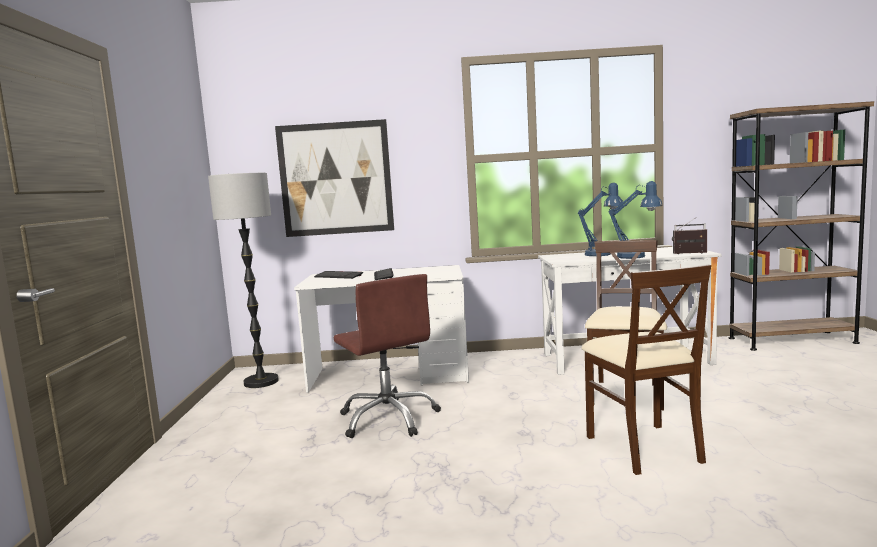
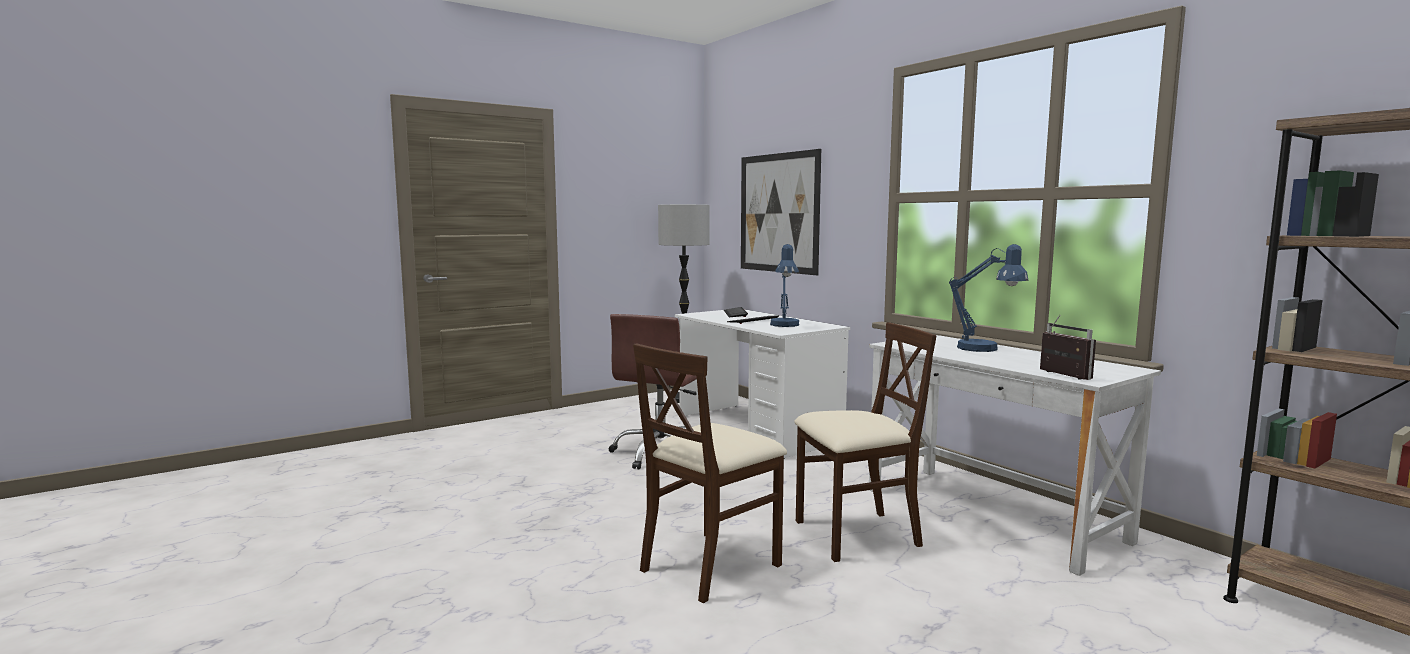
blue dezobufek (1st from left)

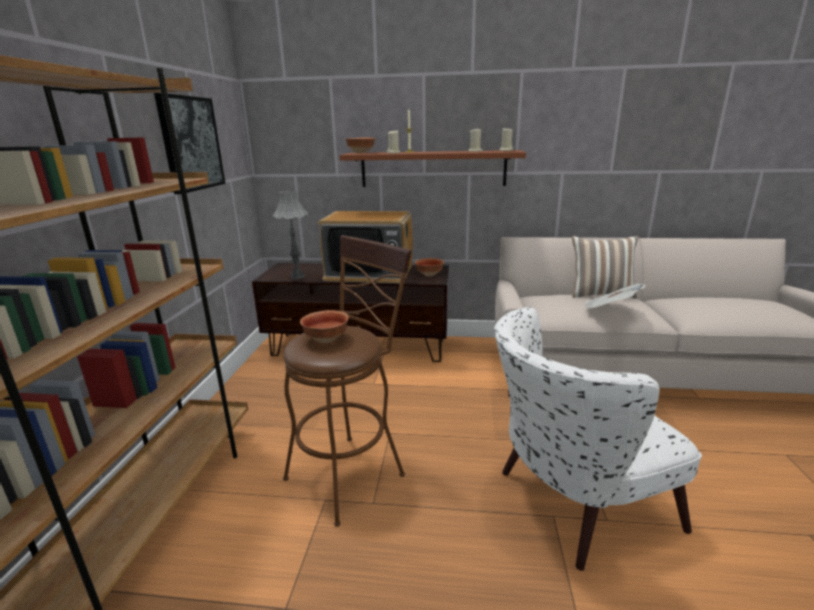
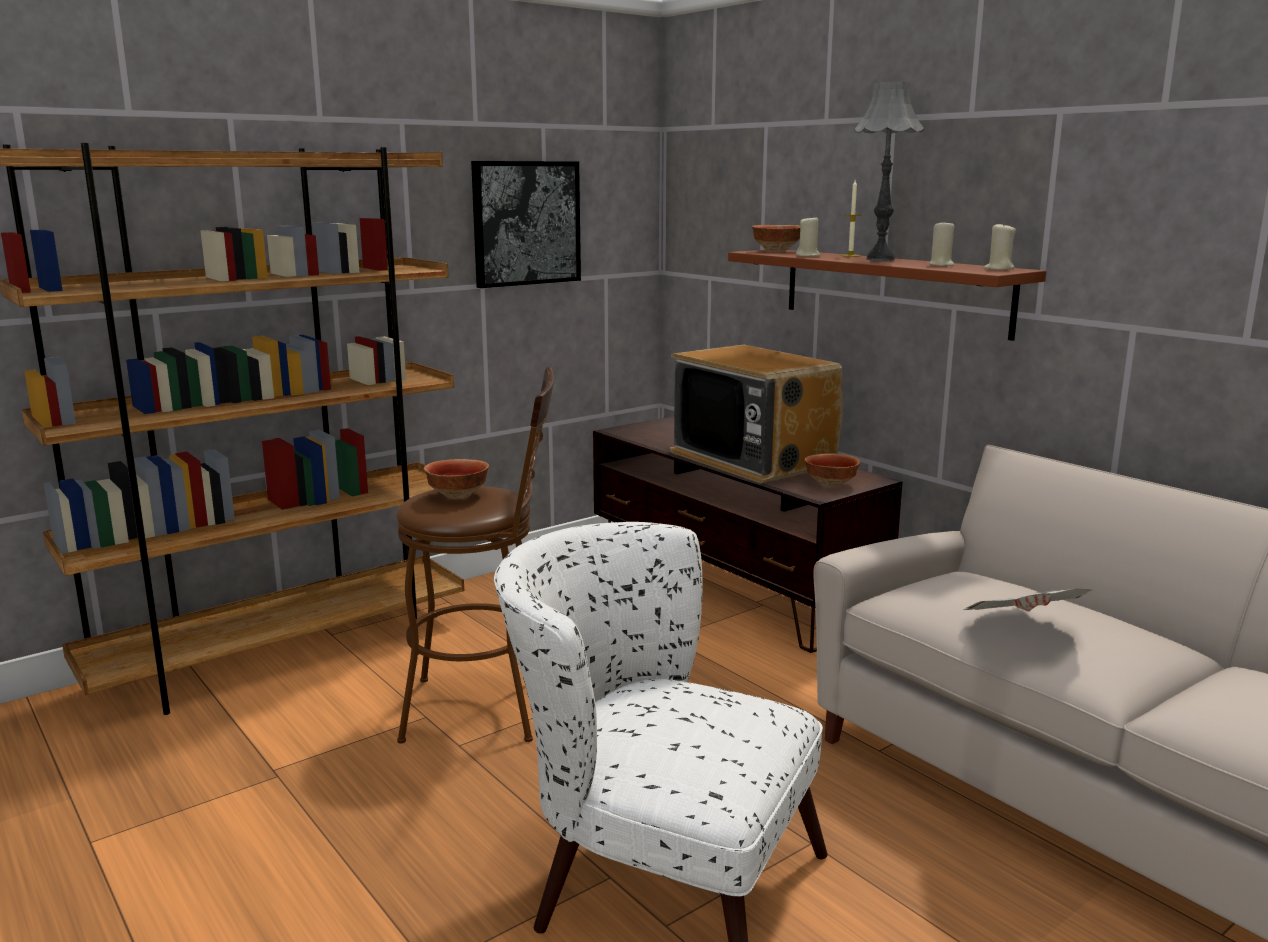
grey dezobufek; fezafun

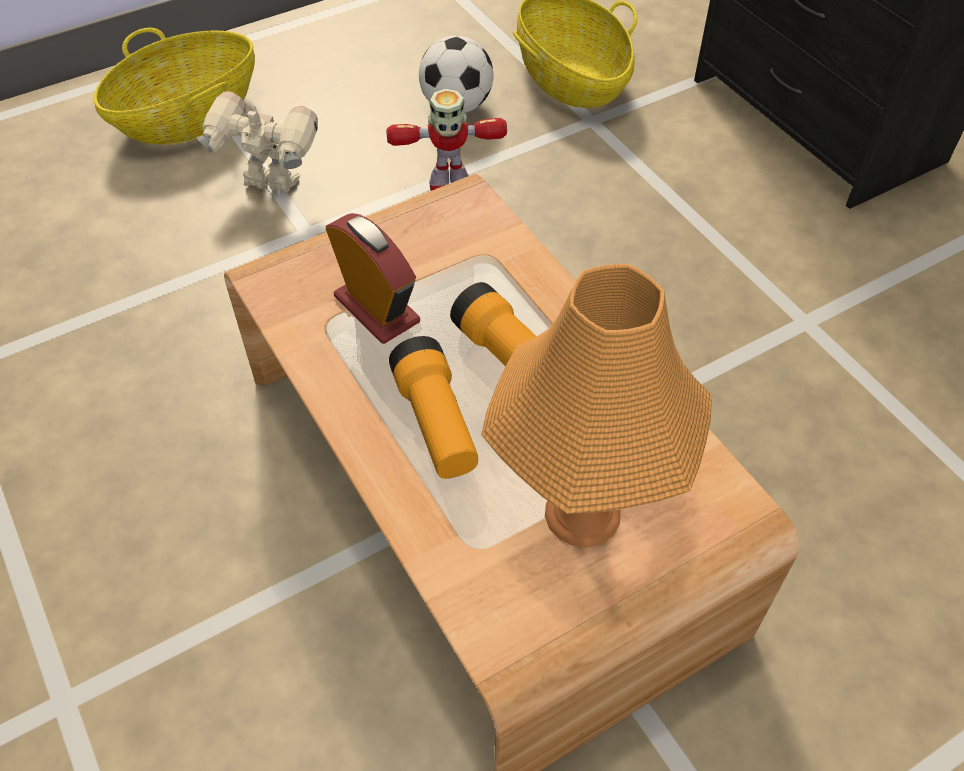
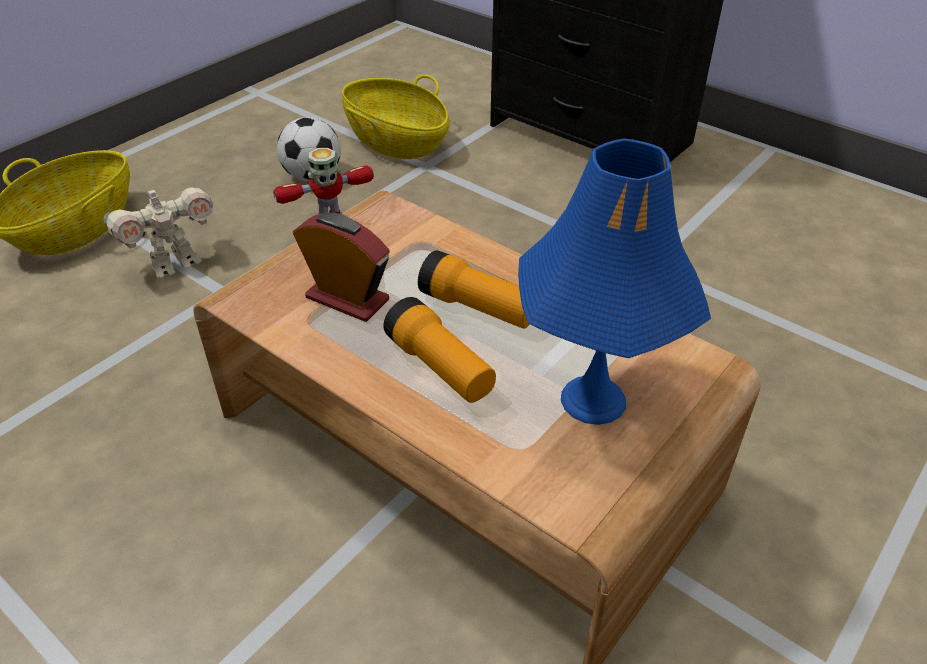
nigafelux (1st from left); blue dezobufek

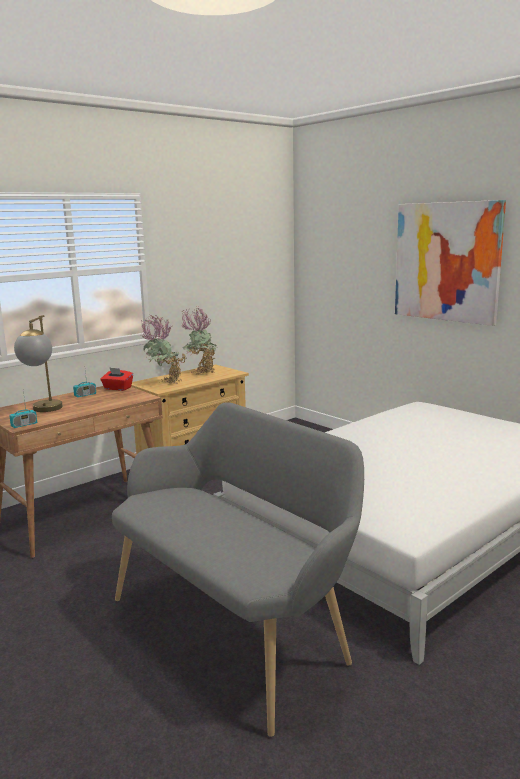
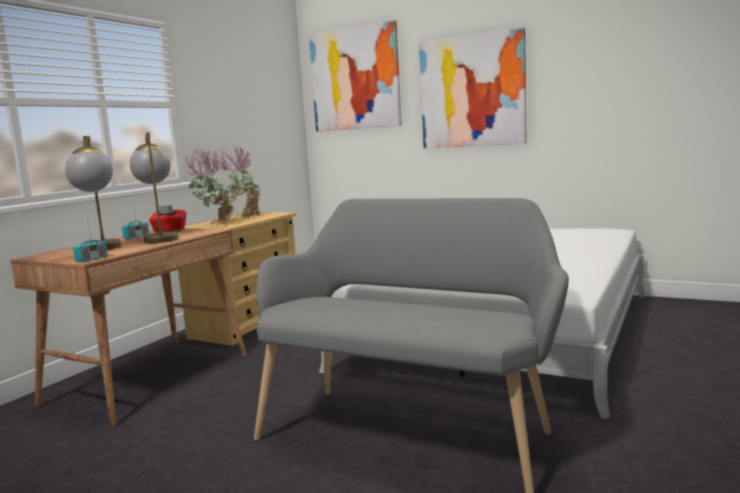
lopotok (1st from left); dezobufek (2nd from left)

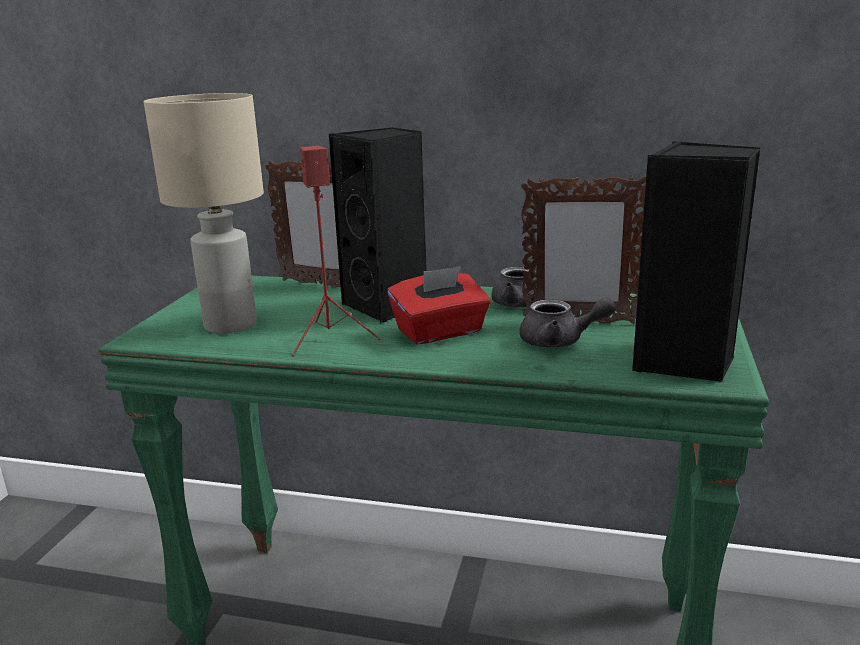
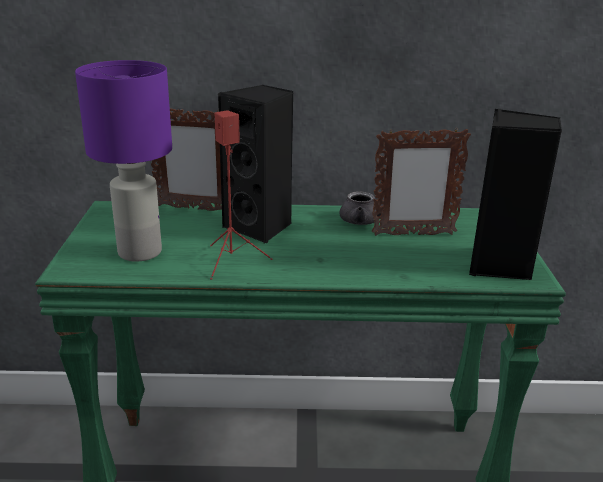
purple dezobufek; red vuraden; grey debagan (2nd from left in the first image)

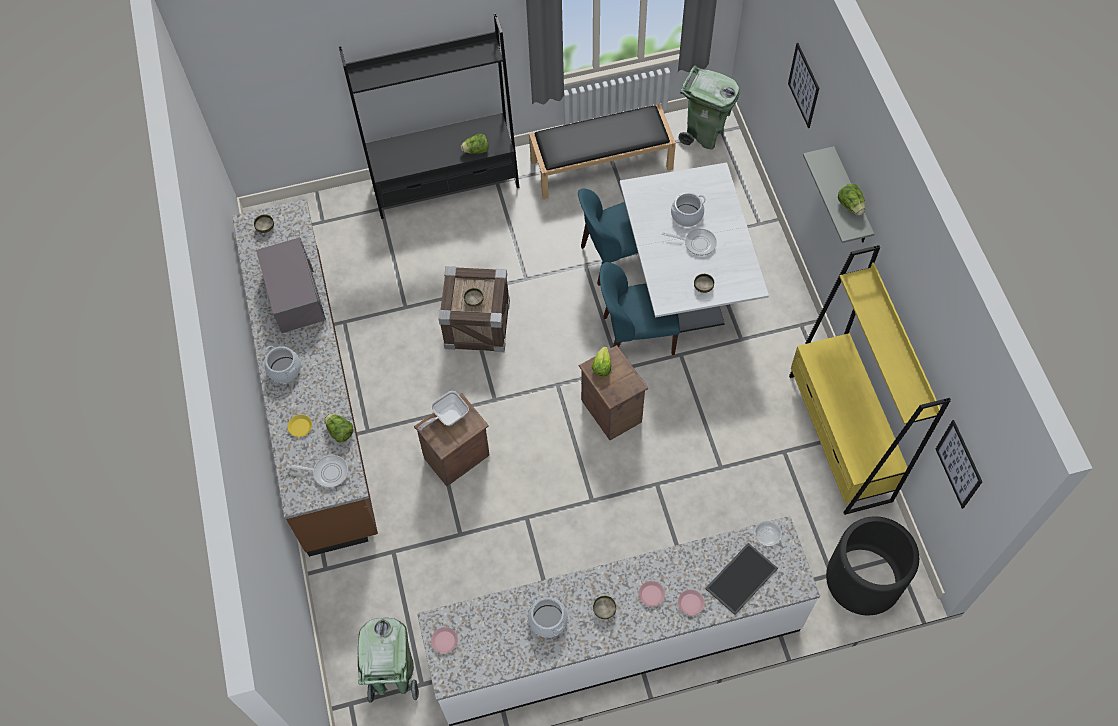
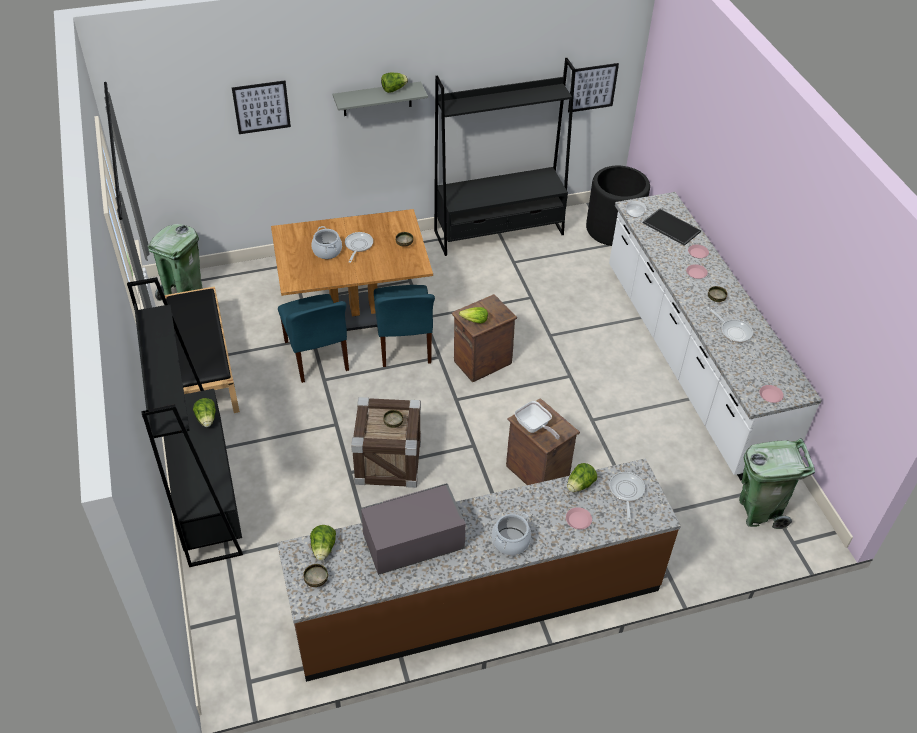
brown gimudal; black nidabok (2nd from left); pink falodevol (1st from left); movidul (4th from left); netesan (2nd from left)

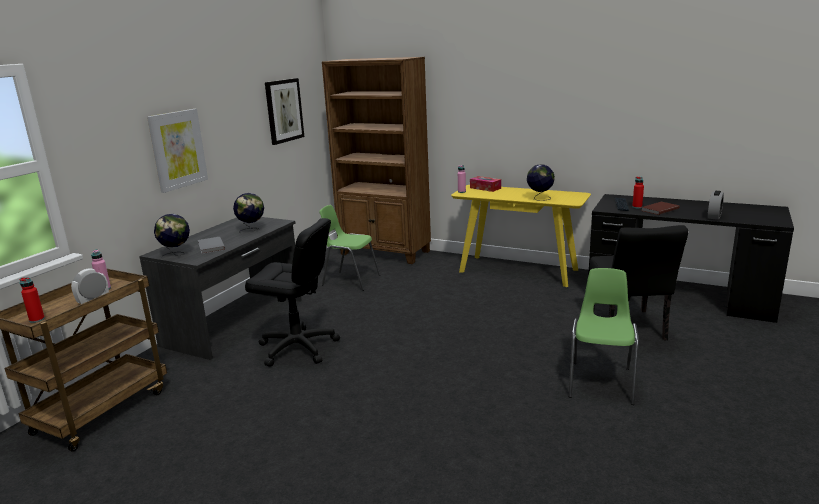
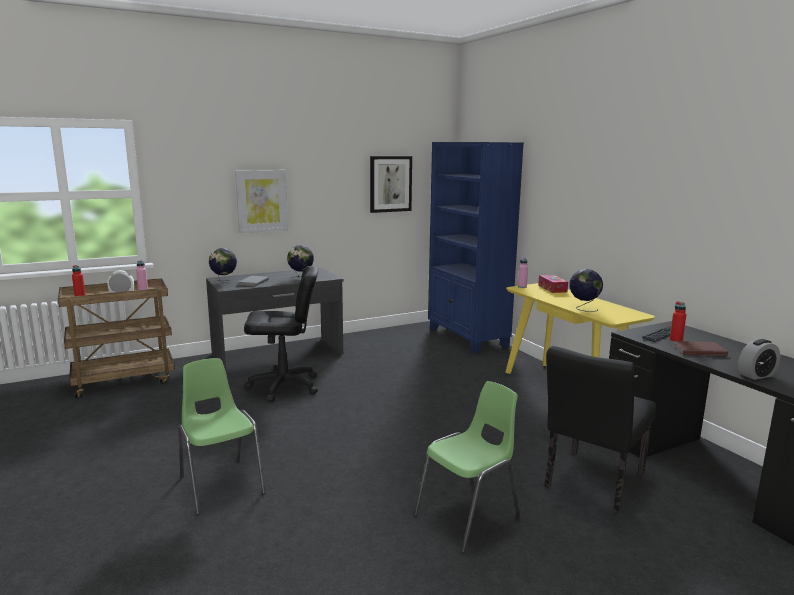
blue nidabok; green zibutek (1st from left); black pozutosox

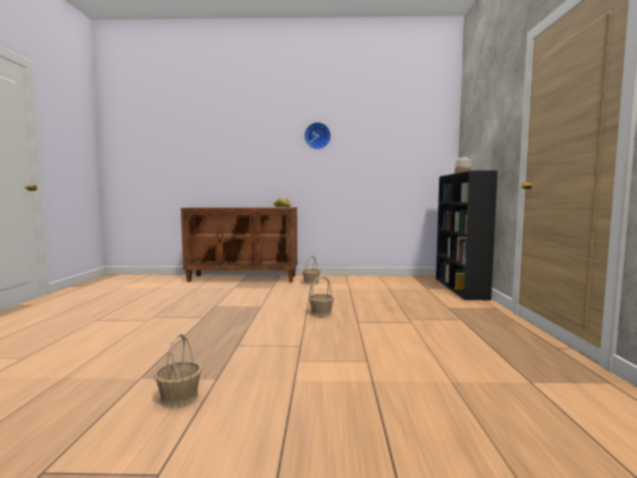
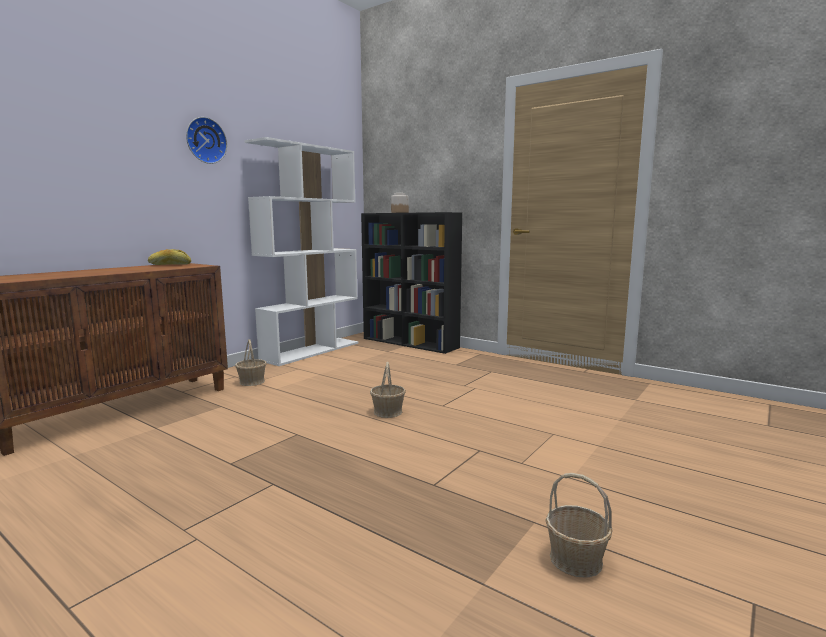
white nidabok

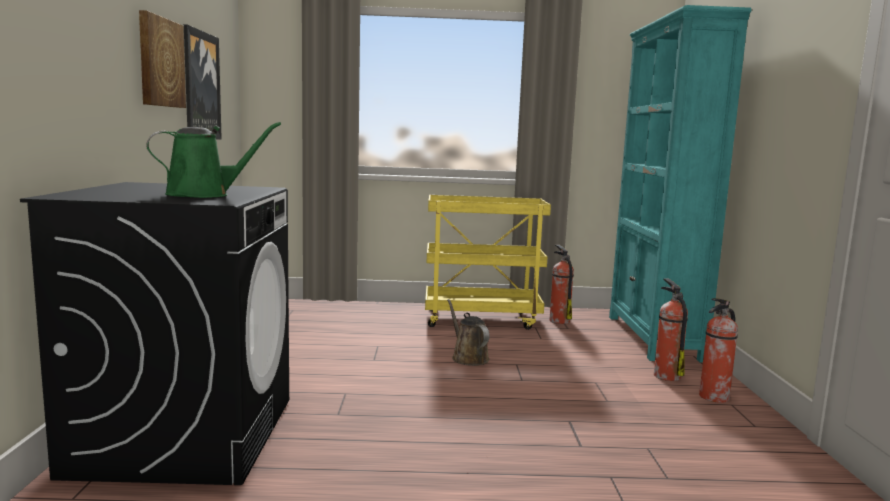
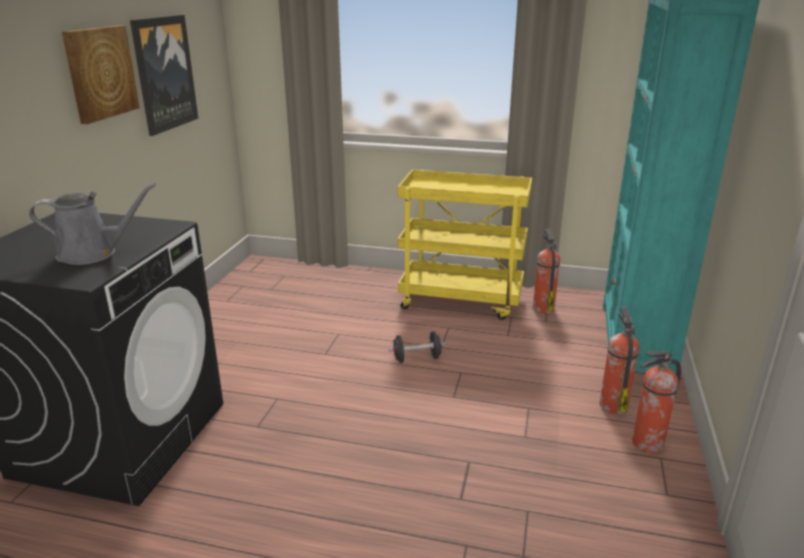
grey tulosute; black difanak

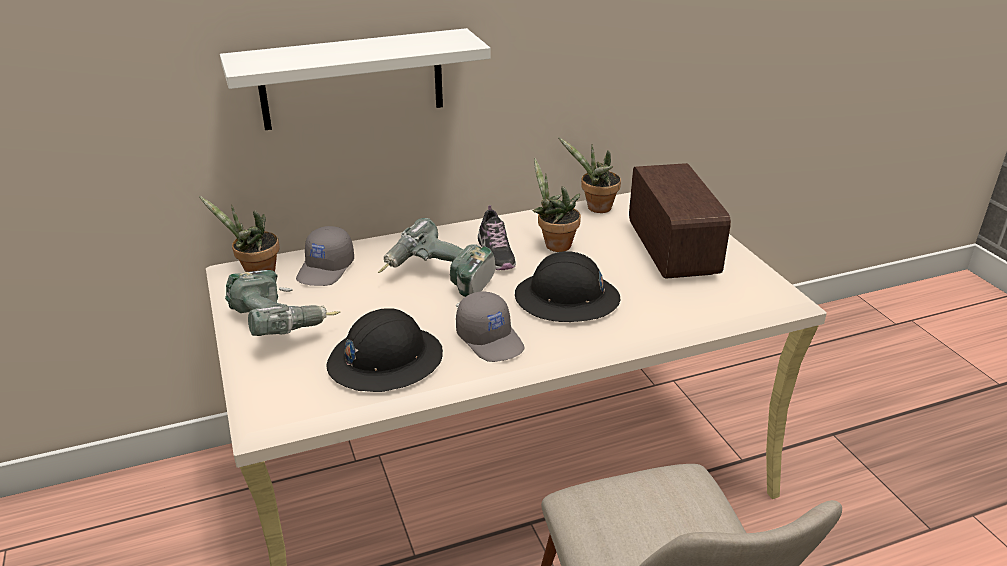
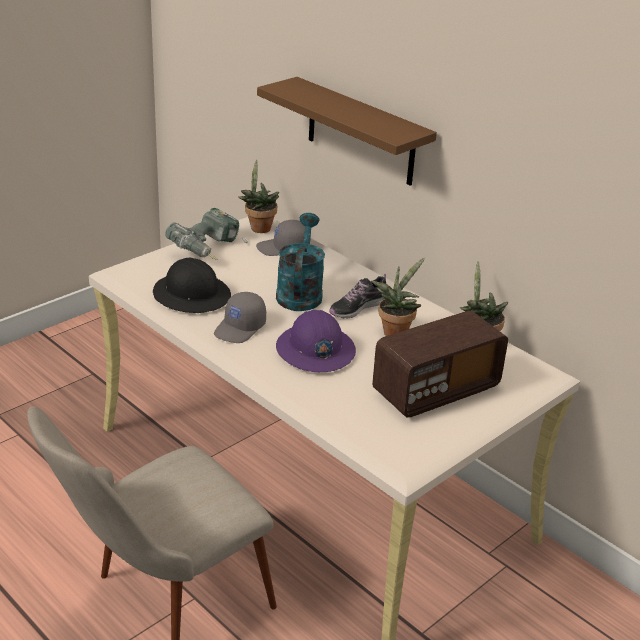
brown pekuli; turquoise tulosute; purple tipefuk

